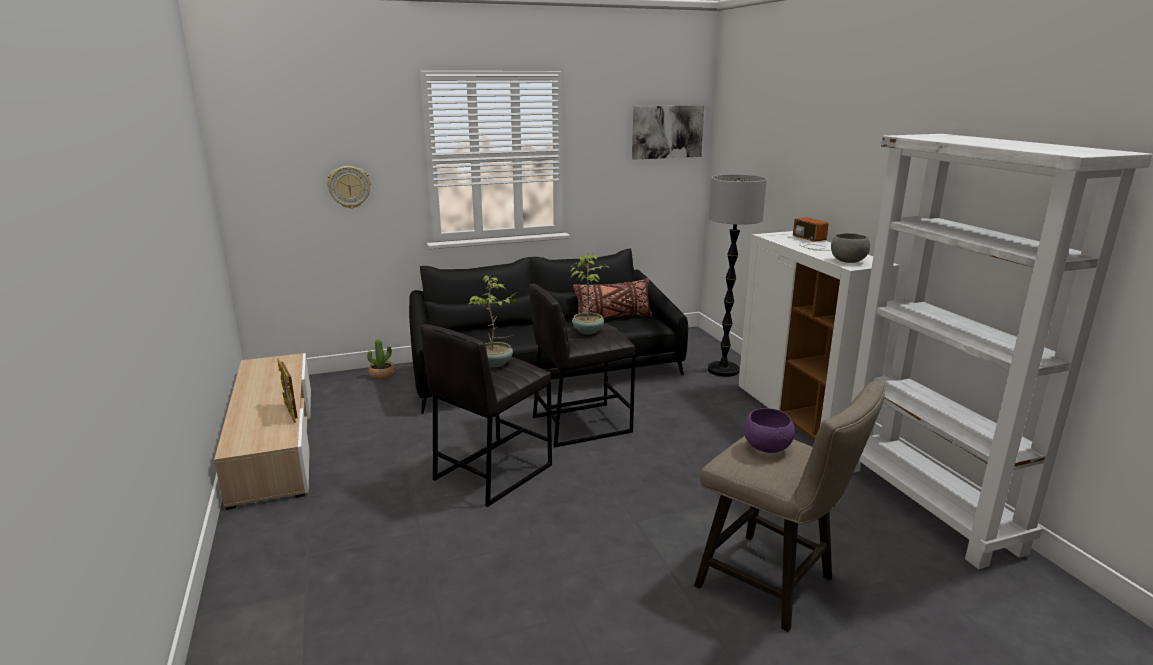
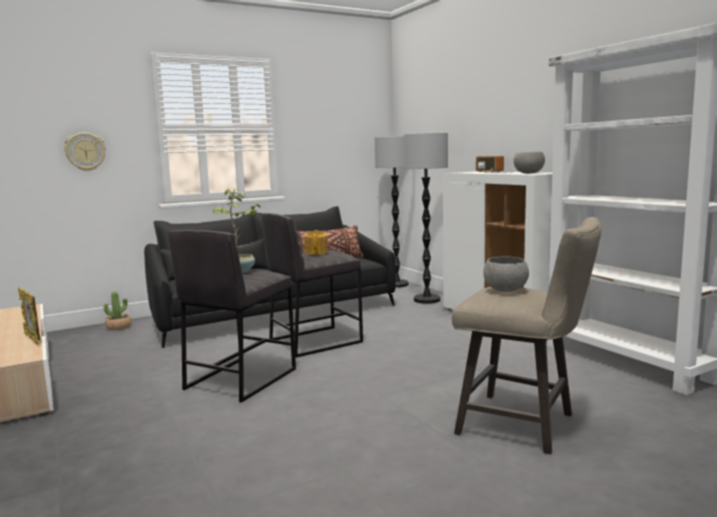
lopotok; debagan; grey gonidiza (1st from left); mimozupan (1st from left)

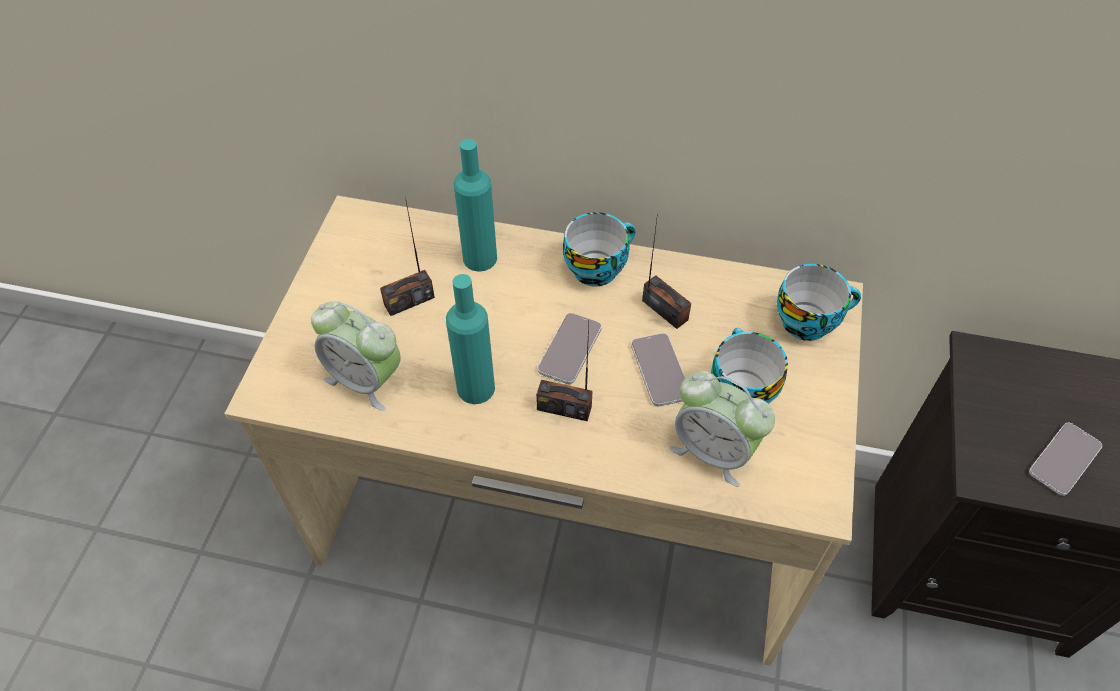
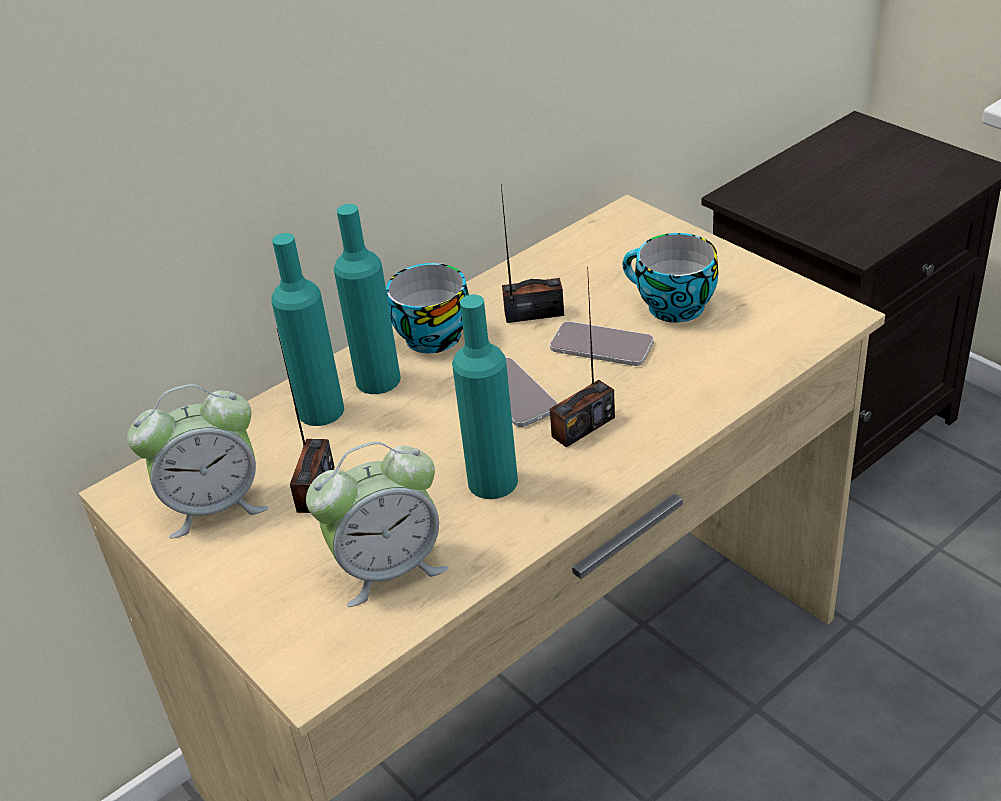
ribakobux (3rd from left in the first image); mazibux (1st from left); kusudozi (3rd from left in the first image); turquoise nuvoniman (2nd from left)

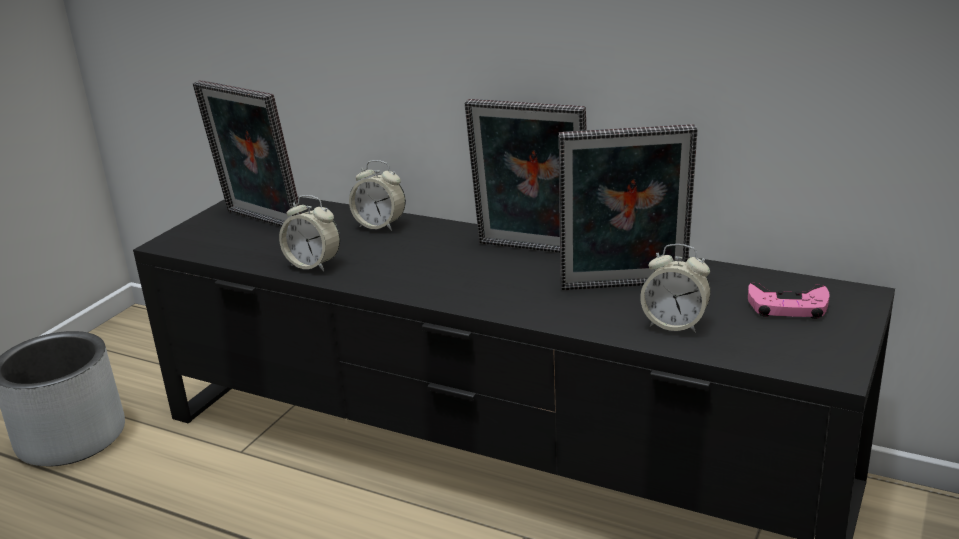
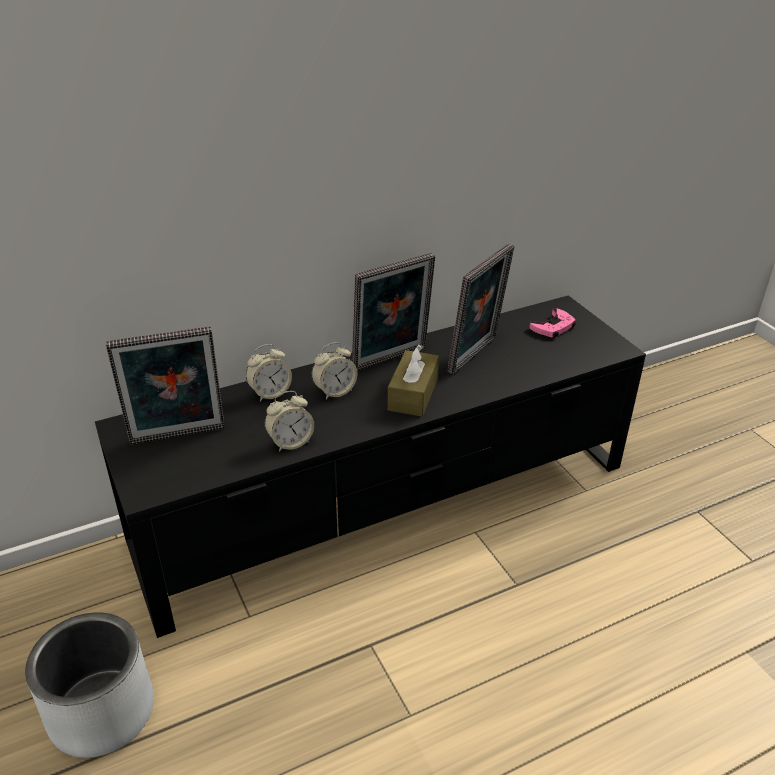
mazibux (3rd from left); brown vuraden

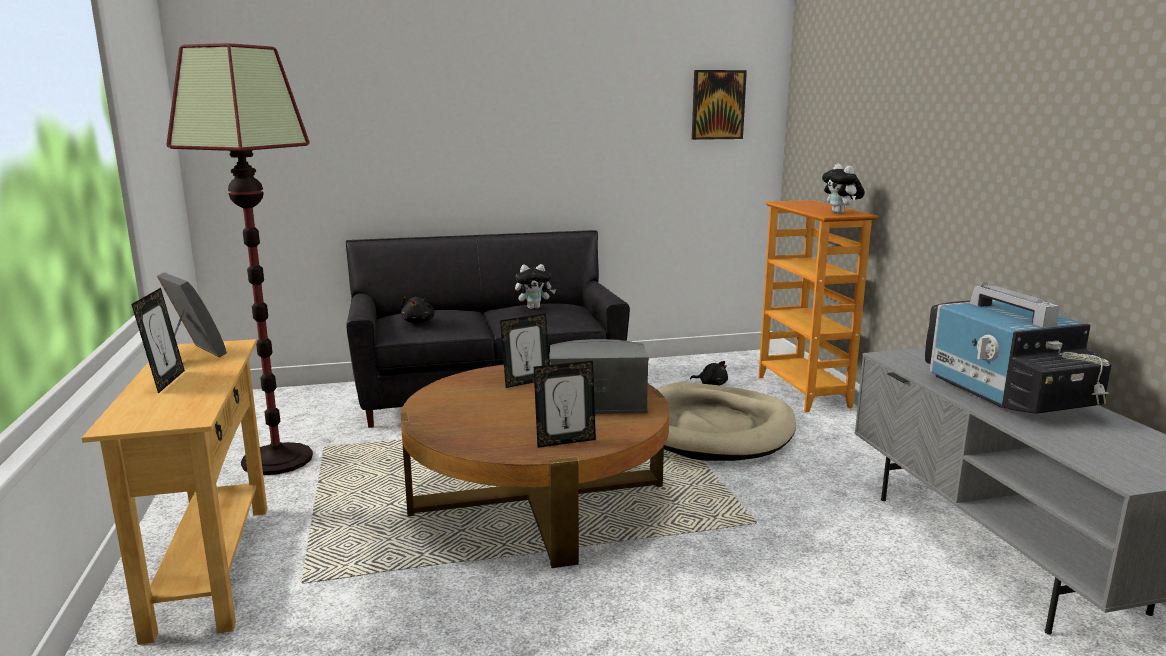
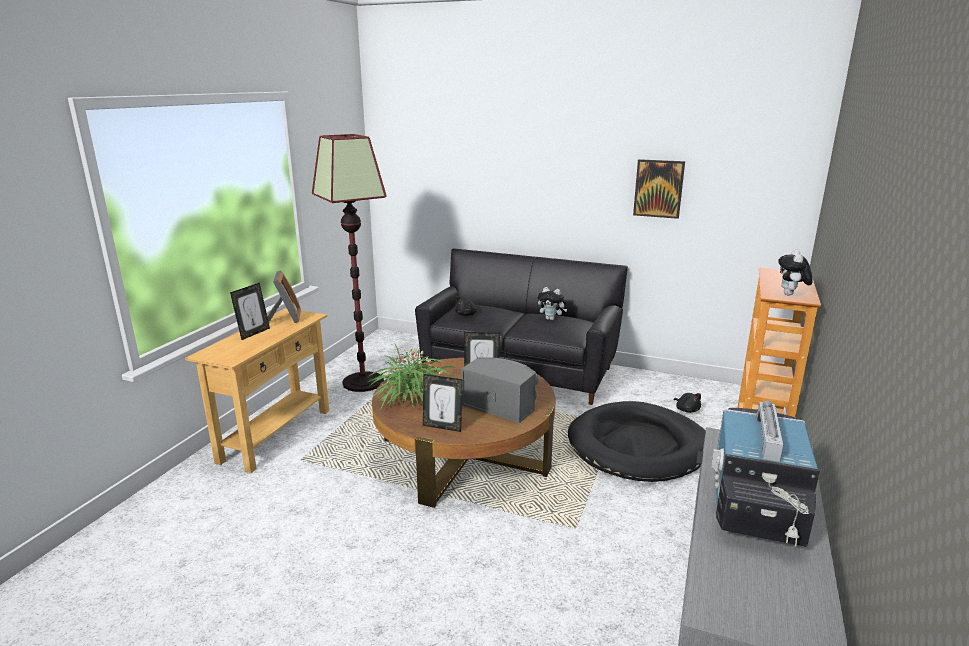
lopotok; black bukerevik; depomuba

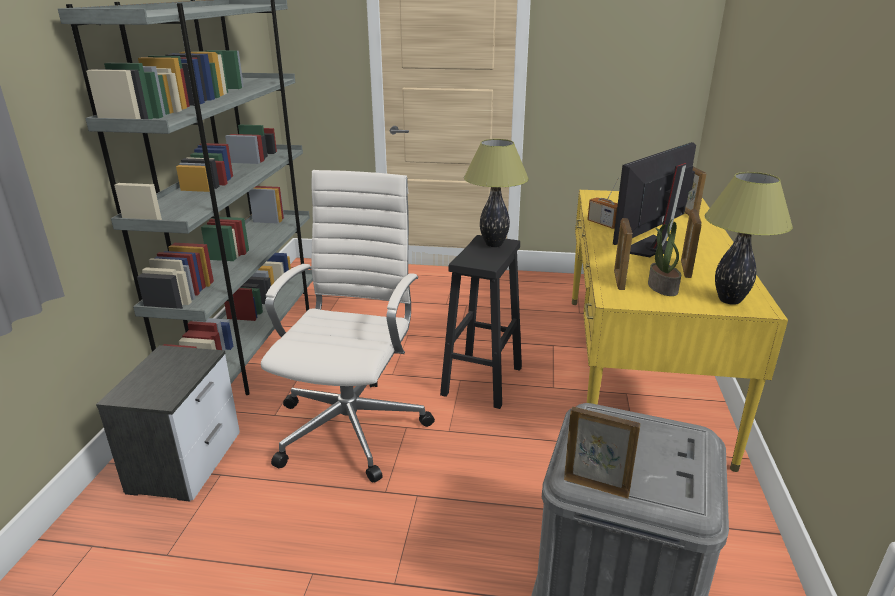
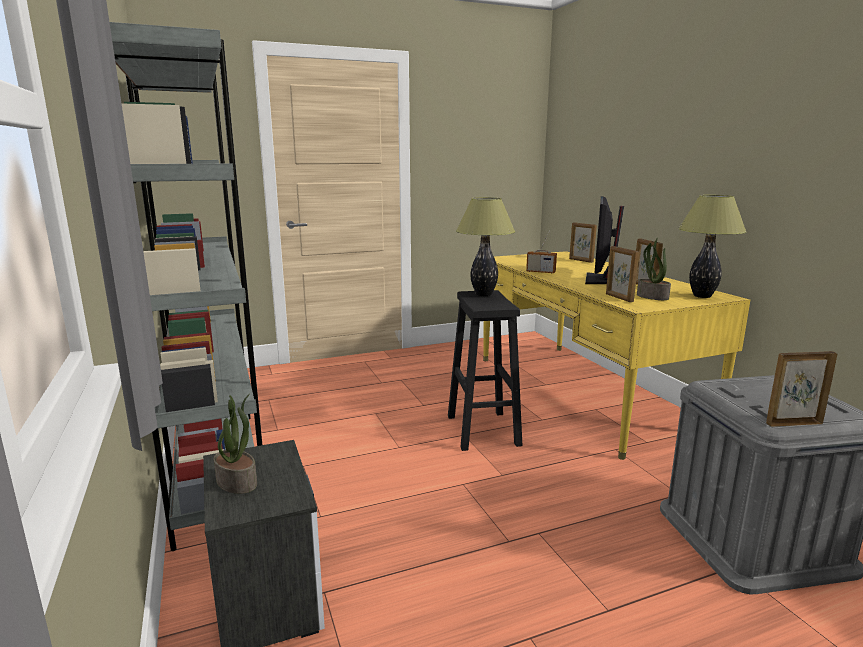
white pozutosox; depomuba (1st from left)

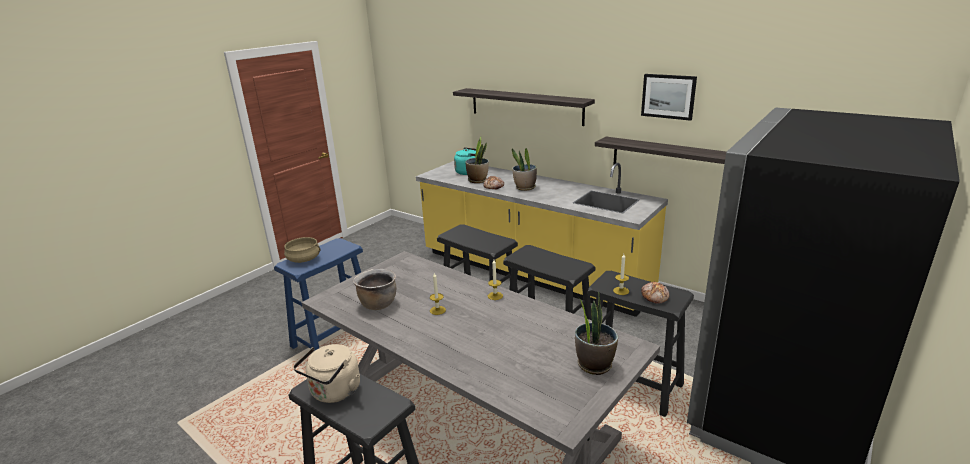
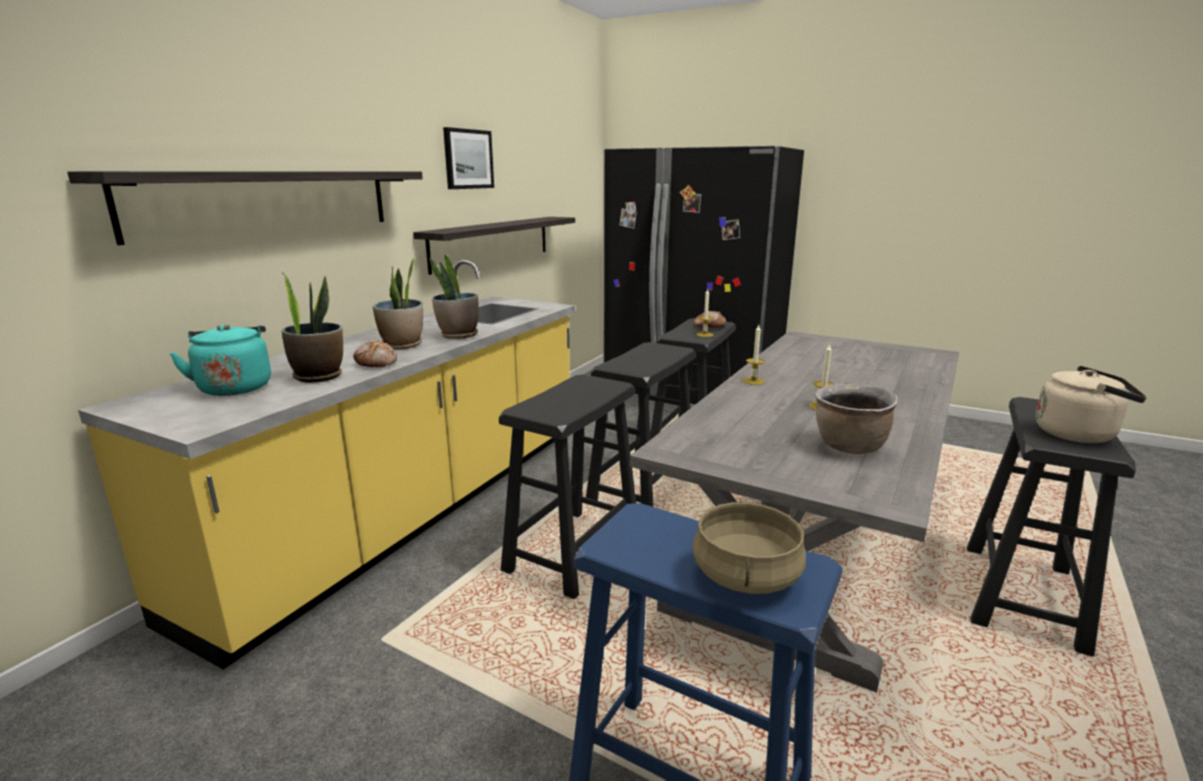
depomuba (3rd from left)

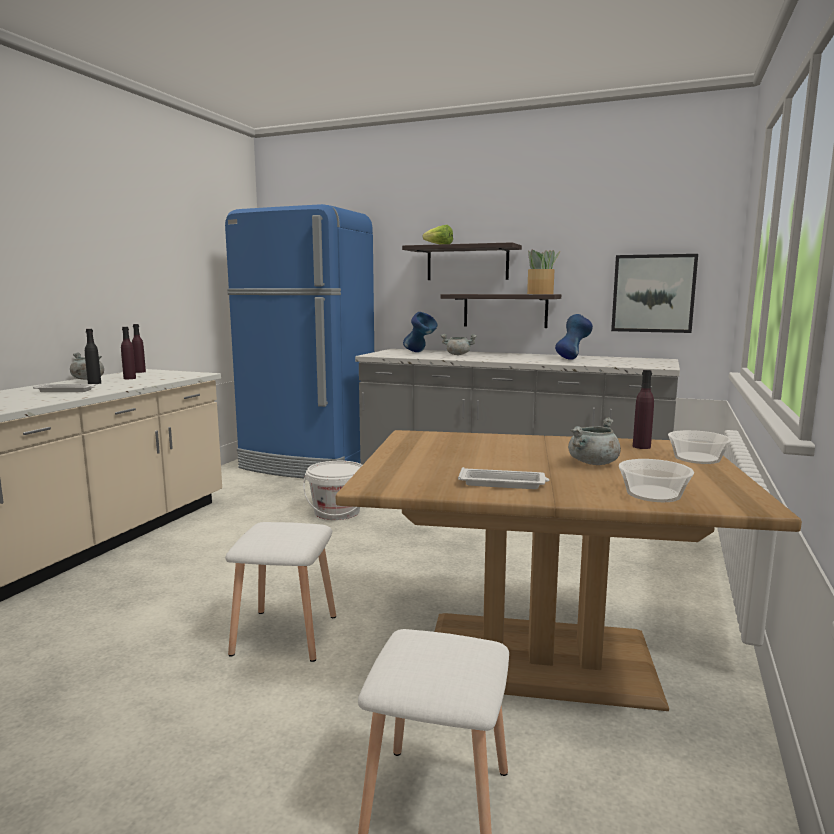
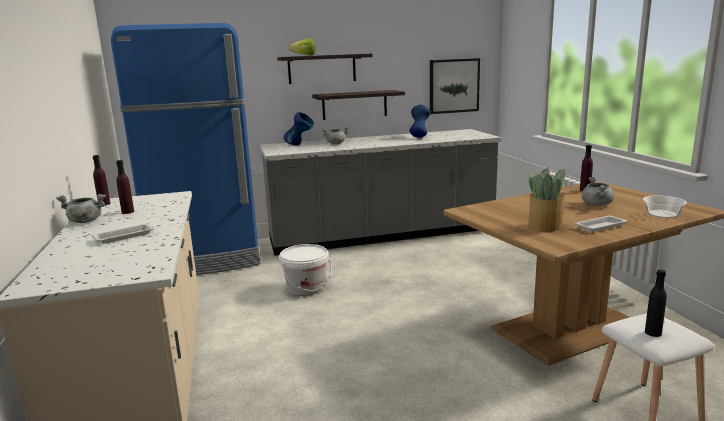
depomuba; black nuvoniman; gonidiza (2nd from left in the first image); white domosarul (1st from left in the first image)

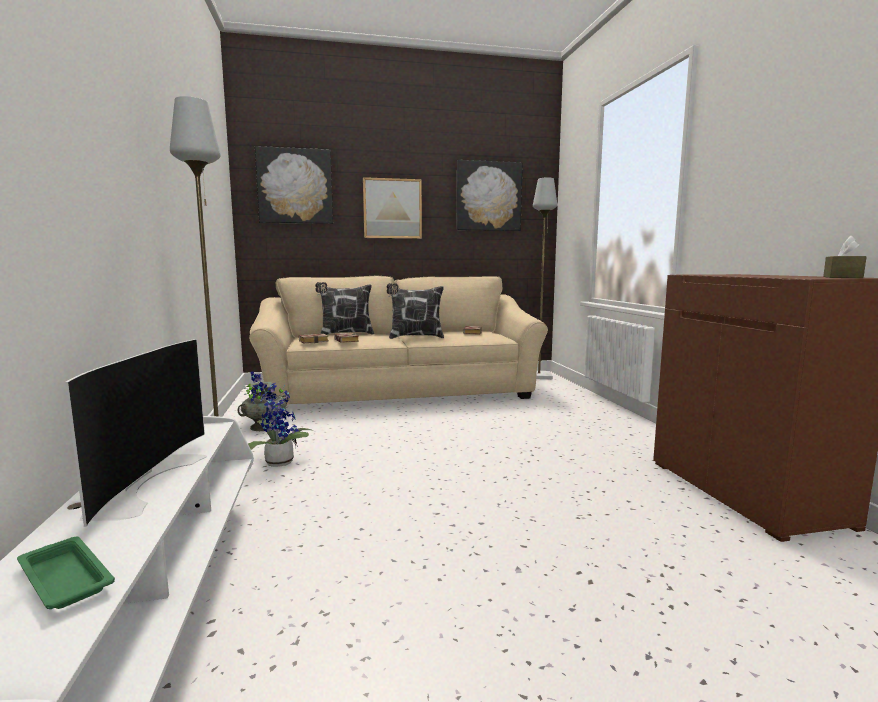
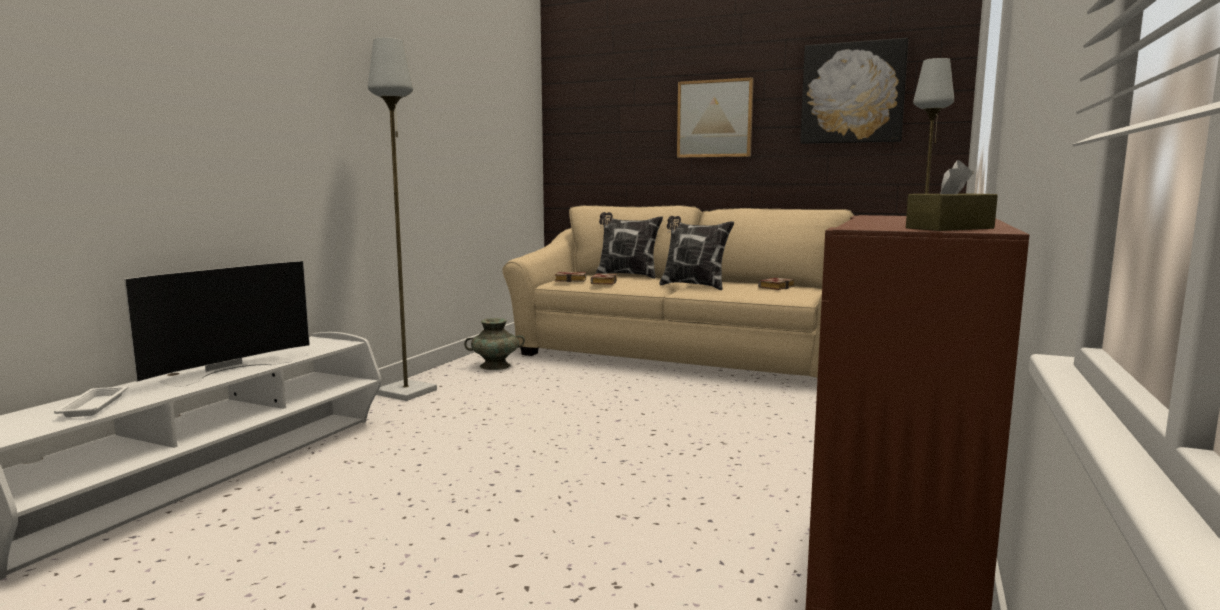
lopotok (1st from left in the first image); depomuba; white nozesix

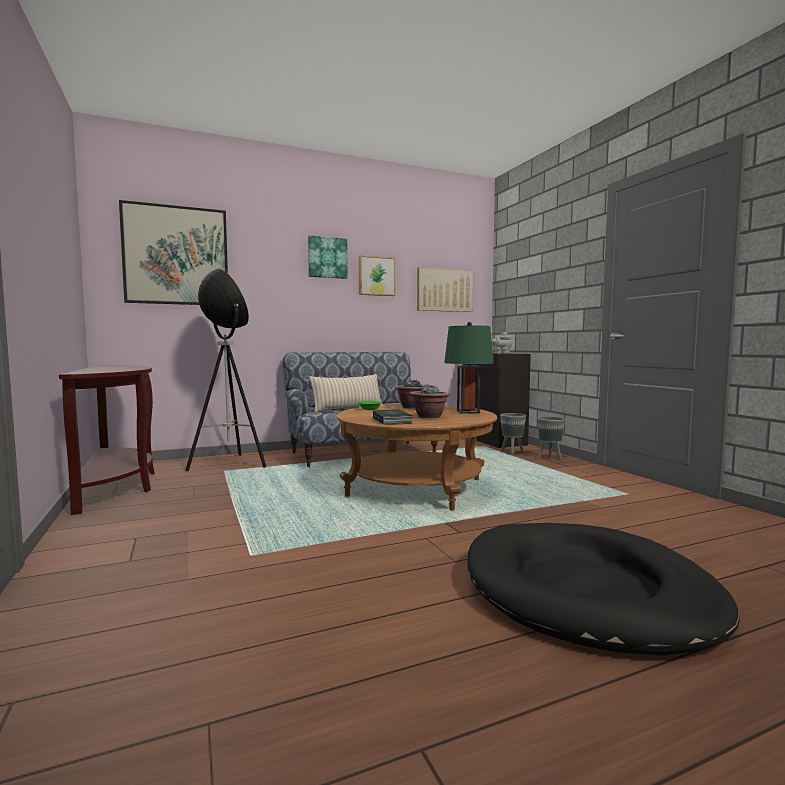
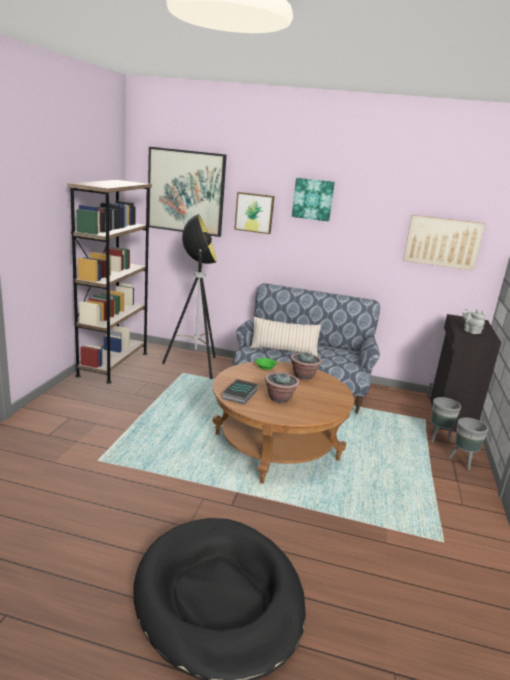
lopotok (2nd from left); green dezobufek; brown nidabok

